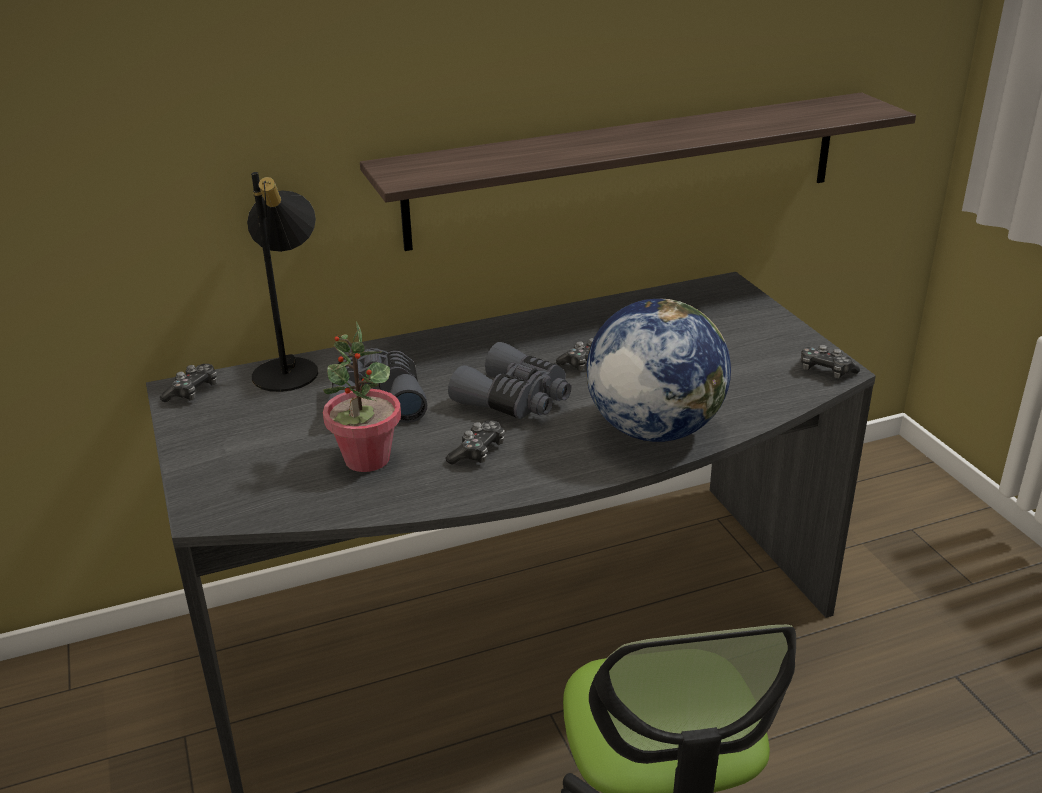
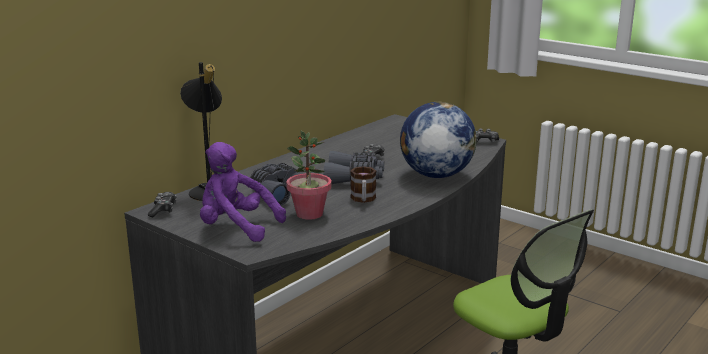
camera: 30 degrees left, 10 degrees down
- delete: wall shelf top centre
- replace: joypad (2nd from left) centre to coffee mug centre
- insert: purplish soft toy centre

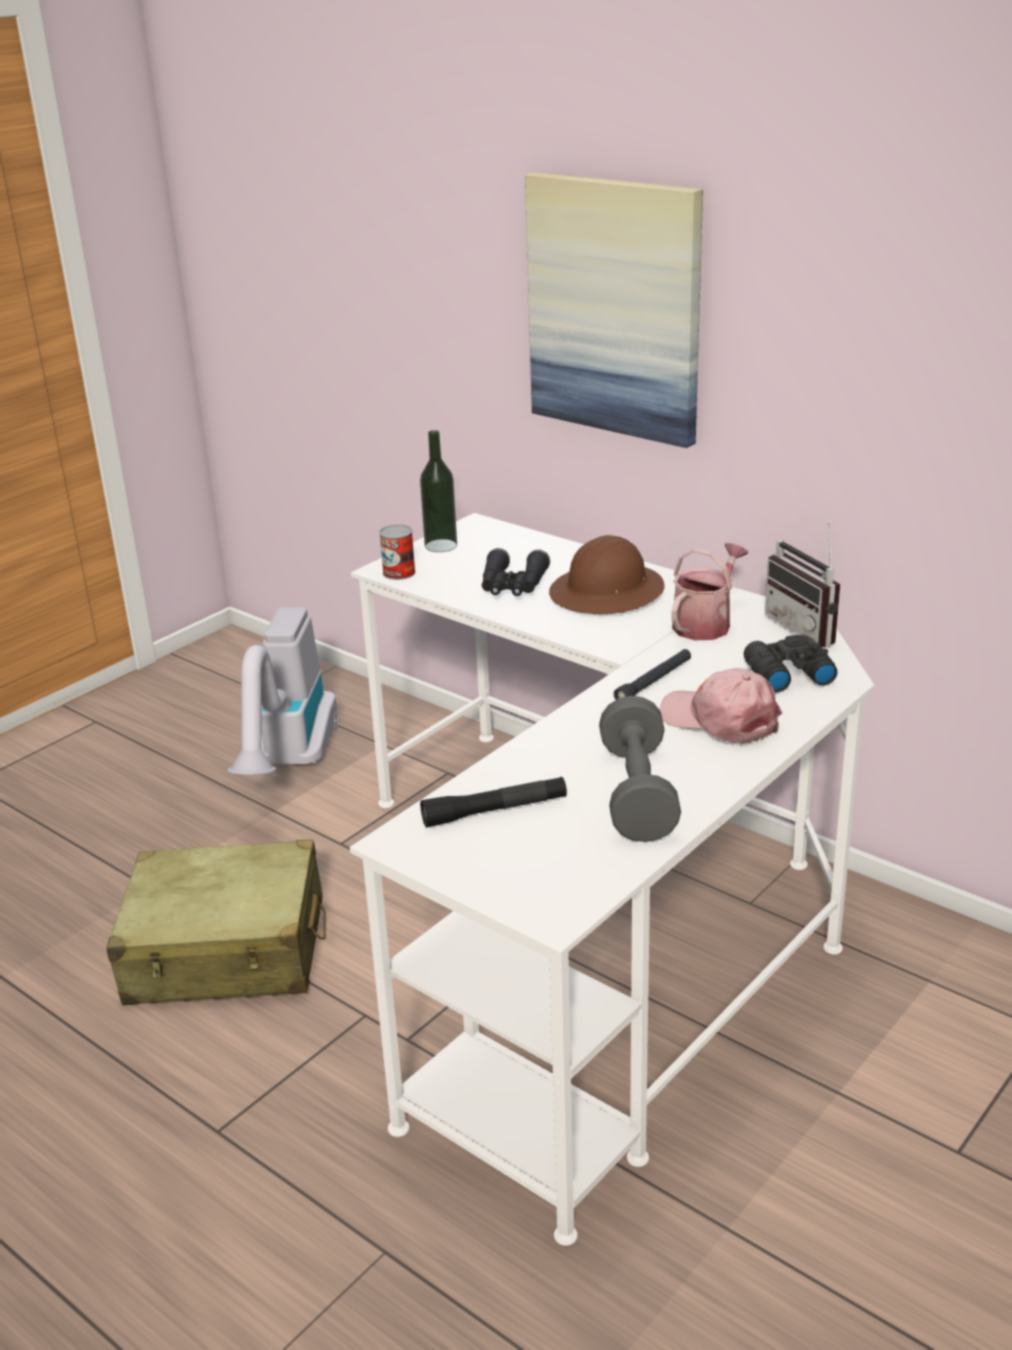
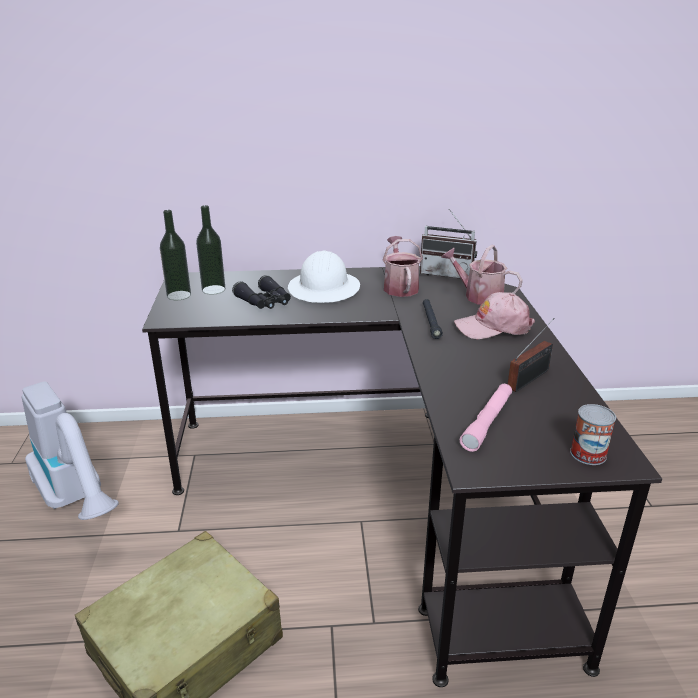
camera: 45 degrees left, 0 degrees up
- delete: wall art top centre
- recolor: whitish desk table centre to black desk table bottom centre
- move: can centre to middle right
- recolor: brown hard hat centre to whitish hard hat centre
- replace: black field glasses (2nd from left) middle right to watering can (2nd from left) middle right
- replace: greyish free weight centre to radio (2nd from left) middle right
- recolor: black torch (1st from left) centre to pinkish torch middle right
- insert: beverage bottle (2nd from left) middle left

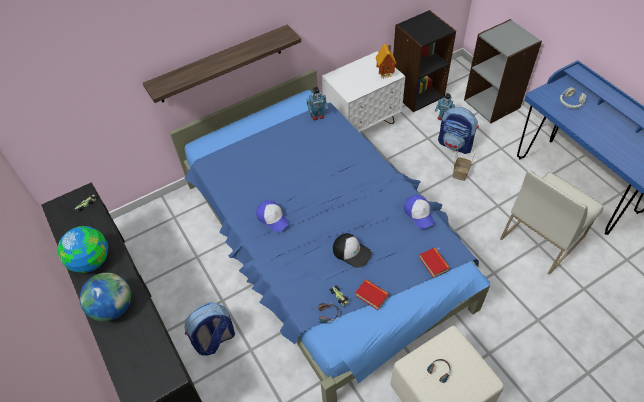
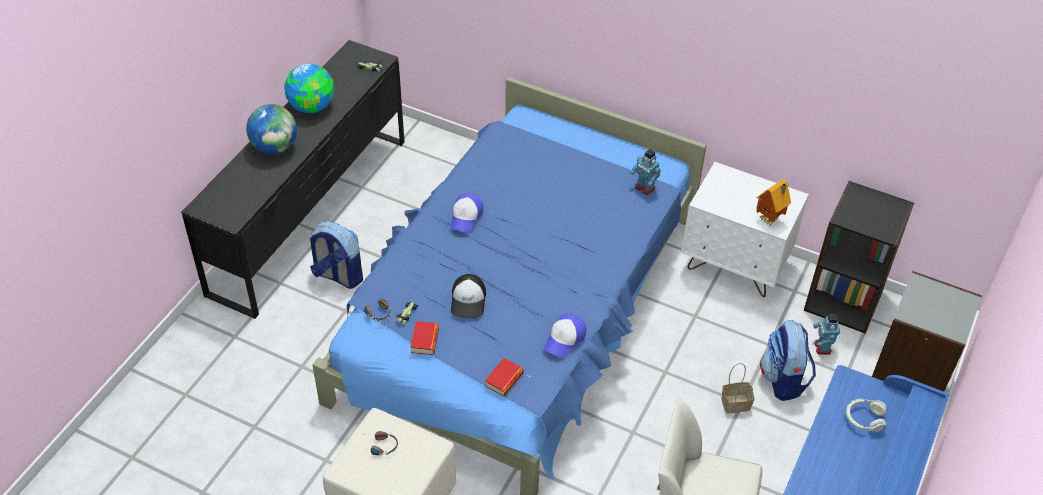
camera: 55 degrees right, 5 degrees down
- delete: wall shelf top centre

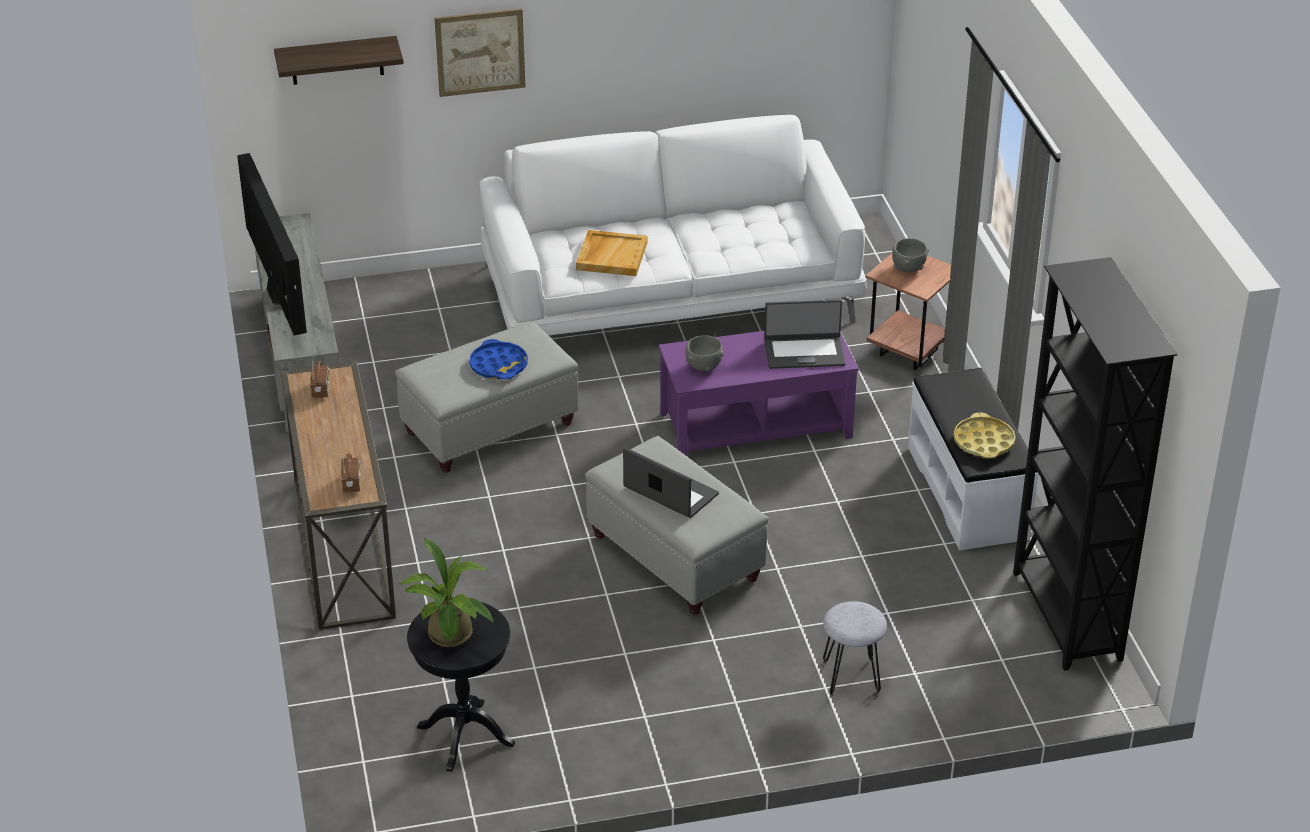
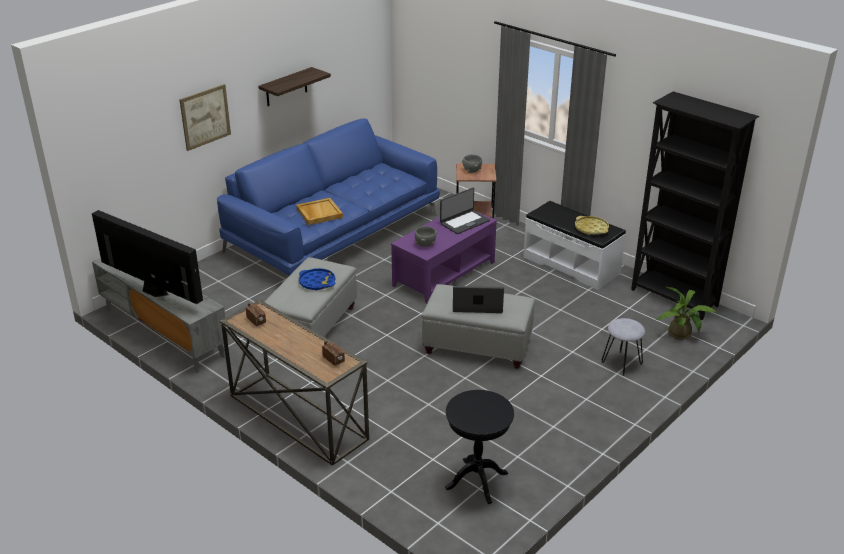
camera: 35 degrees left, 5 degrees down
- move: wall shelf top left to top centre
- recolor: whitish couch top centre to blue-coloured couch centre
- move: potted plant bottom centre to middle right

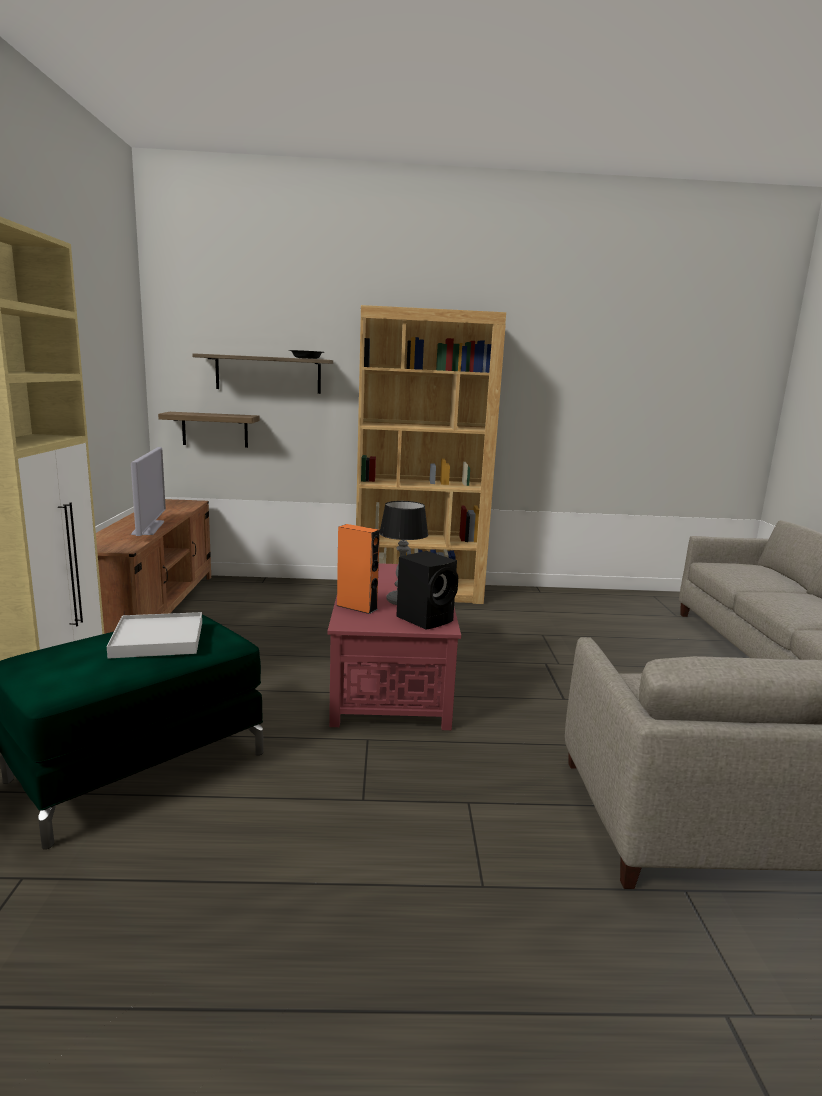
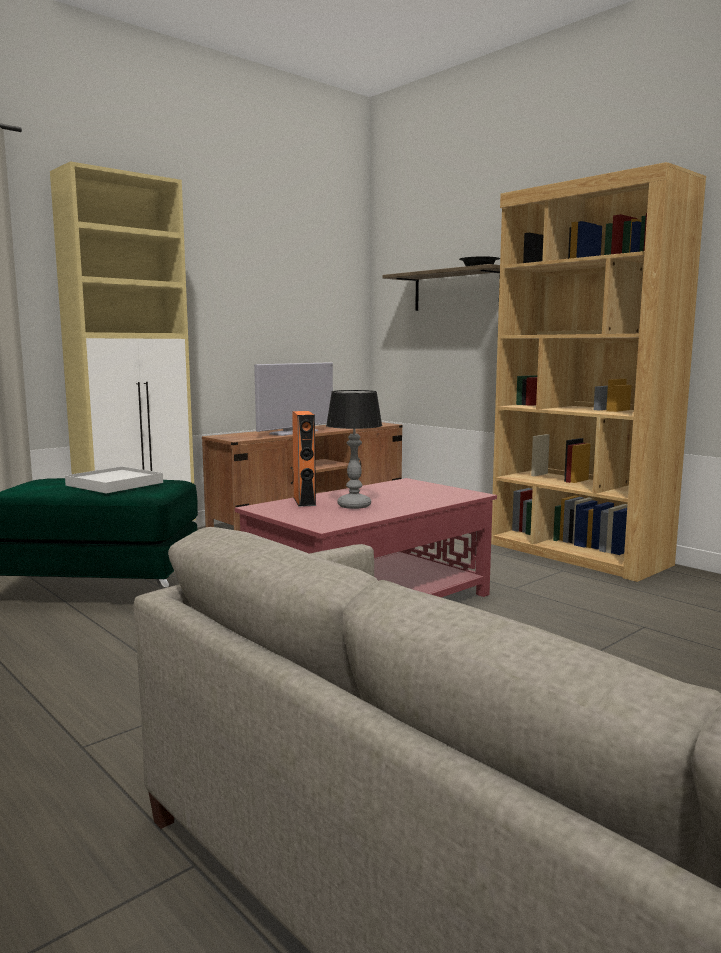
camera: 50 degrees right, 5 degrees down
- delete: wall shelf (1st from left) middle left
- delete: black speaker centre

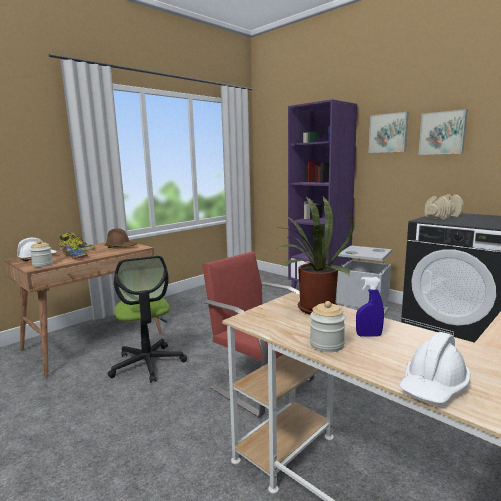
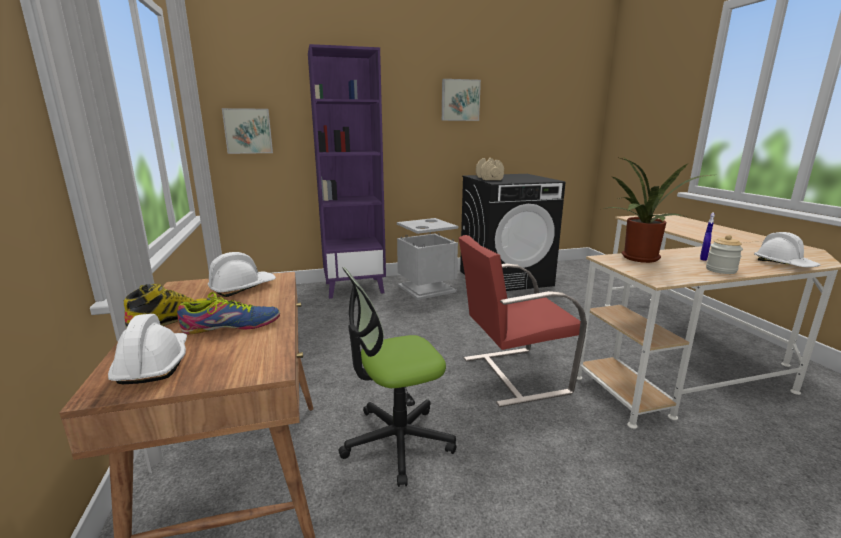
camera: 60 degrees left, 5 degrees up
- move: wall art (1st from left) top right to top left
- recolor: brown hard hat middle left to whitish hard hat (2nd from left) middle left
- delete: preserve jar (1st from left) middle left
- rotate: office chair middle left = bottom centre 150 degrees clockwise

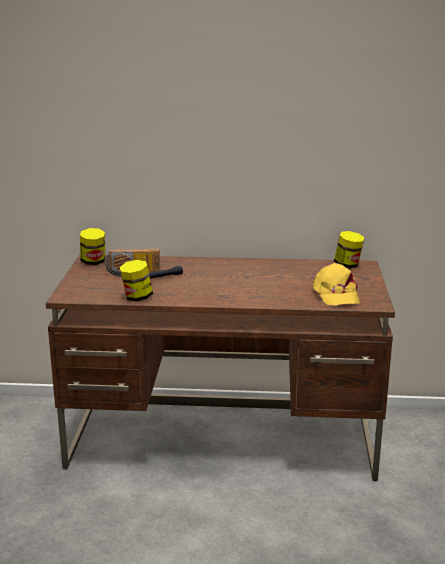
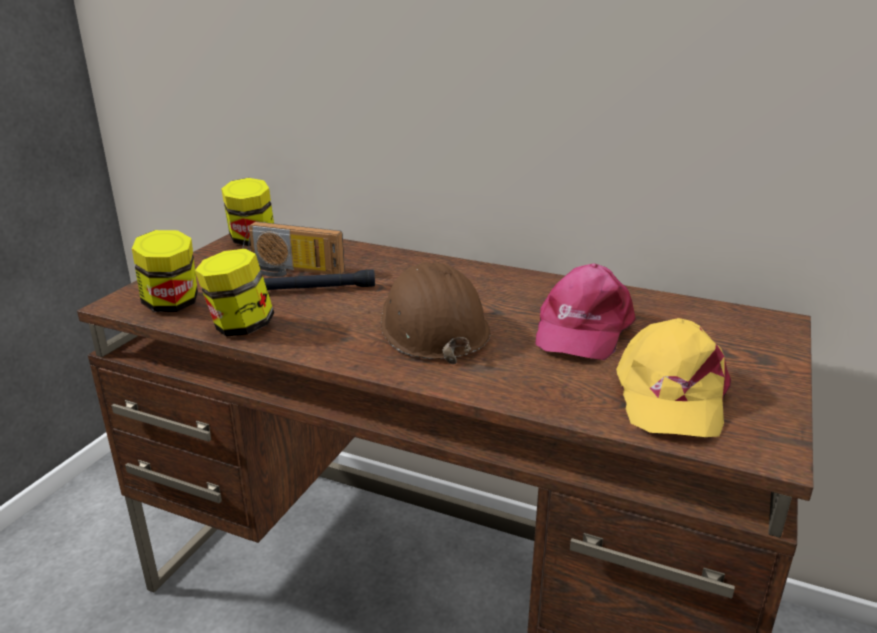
camera: 20 degrees right, 5 degrees up
- move: preserve jar (3rd from left in the first image) middle right to preserve jar (1st from left) middle left
- insert: brown hard hat centre
- insert: pinkish baseball cap middle right

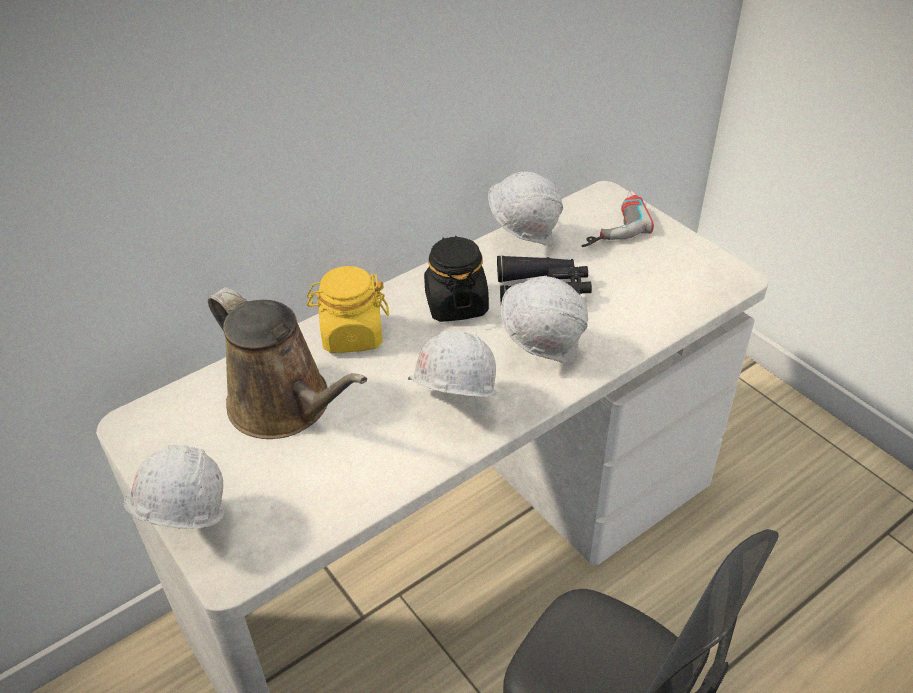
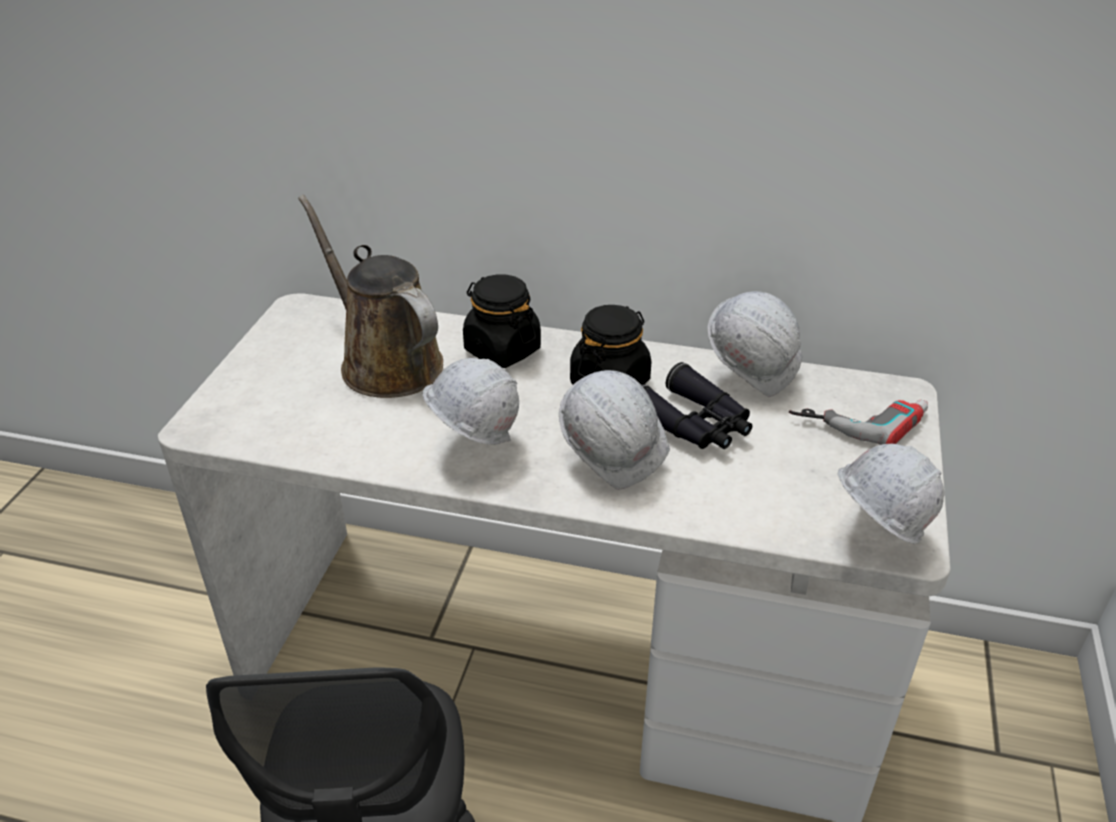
camera: 50 degrees right, 5 degrees down
- recolor: yellow-coloured preserve jar centre to black preserve jar (1st from left) centre
- rotate: brown watering can middle left = middle left 135 degrees clockwise
- move: whitish hard hat (1st from left in the first image) bottom left to whitish hard hat (4th from left) middle right

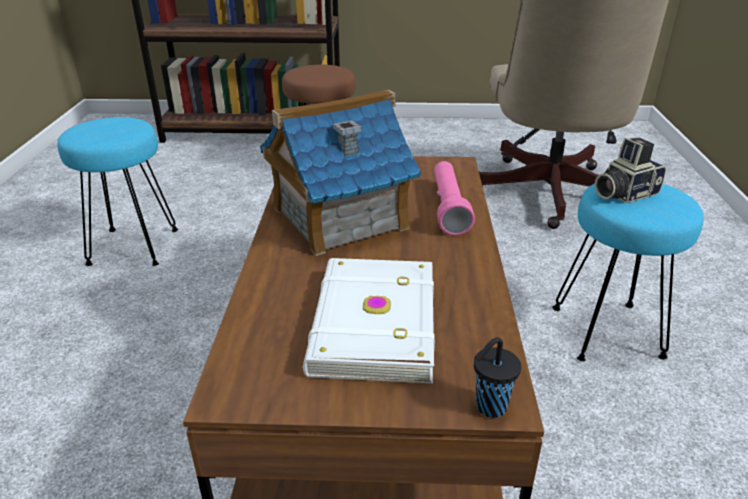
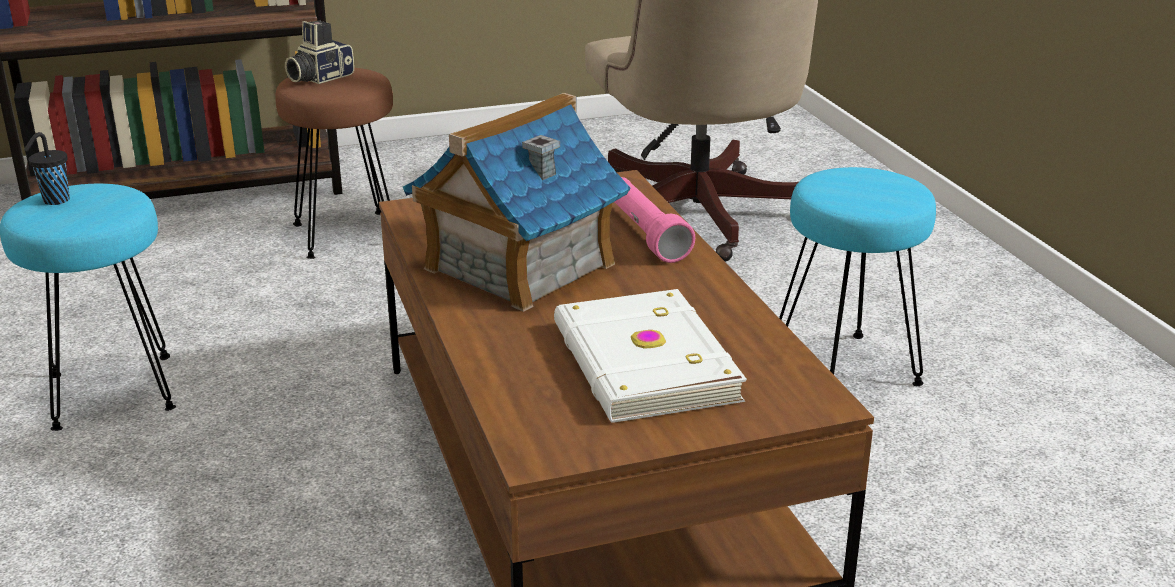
camera: 20 degrees left, 5 degrees down
- move: still camera middle right to top left
- move: black small cup bottom centre to top left

